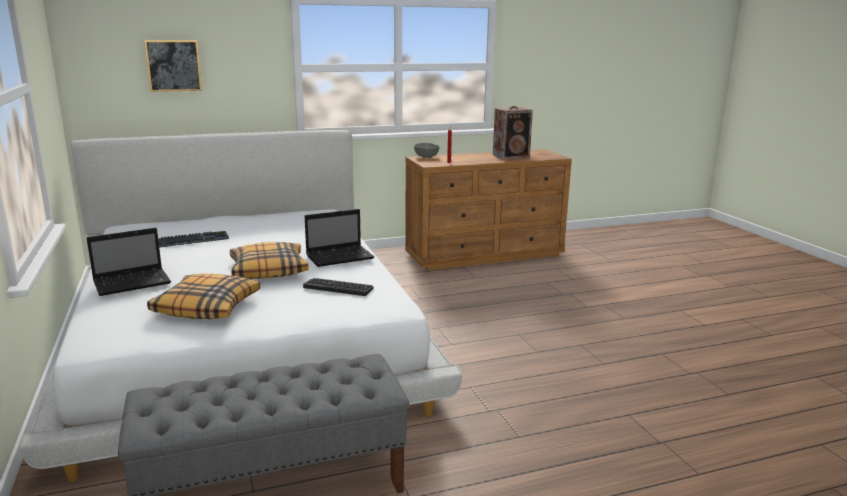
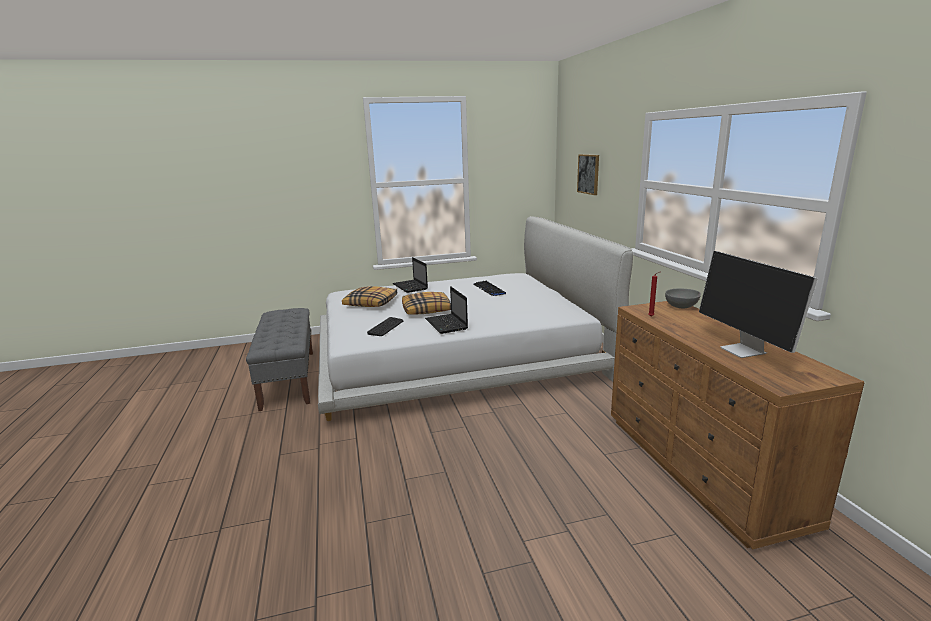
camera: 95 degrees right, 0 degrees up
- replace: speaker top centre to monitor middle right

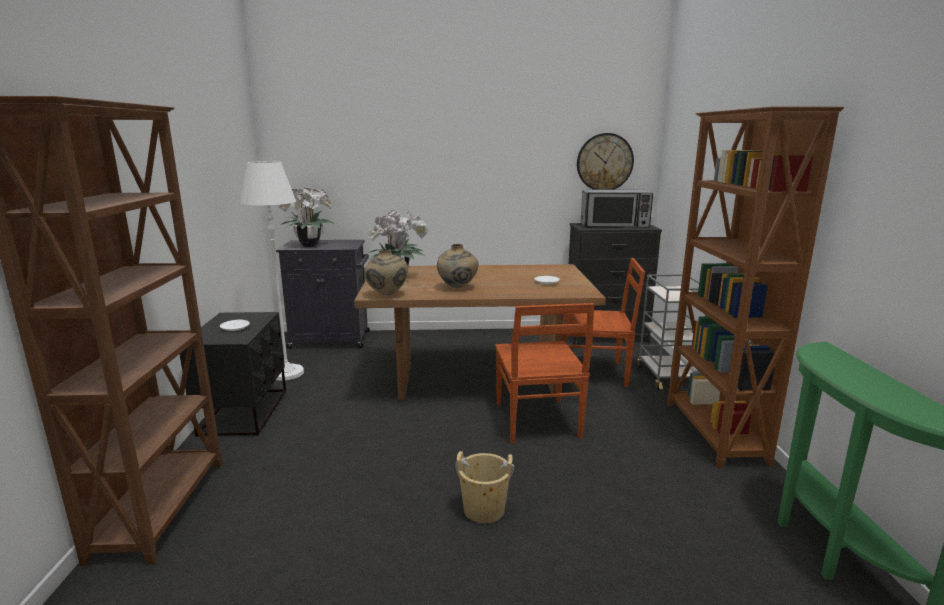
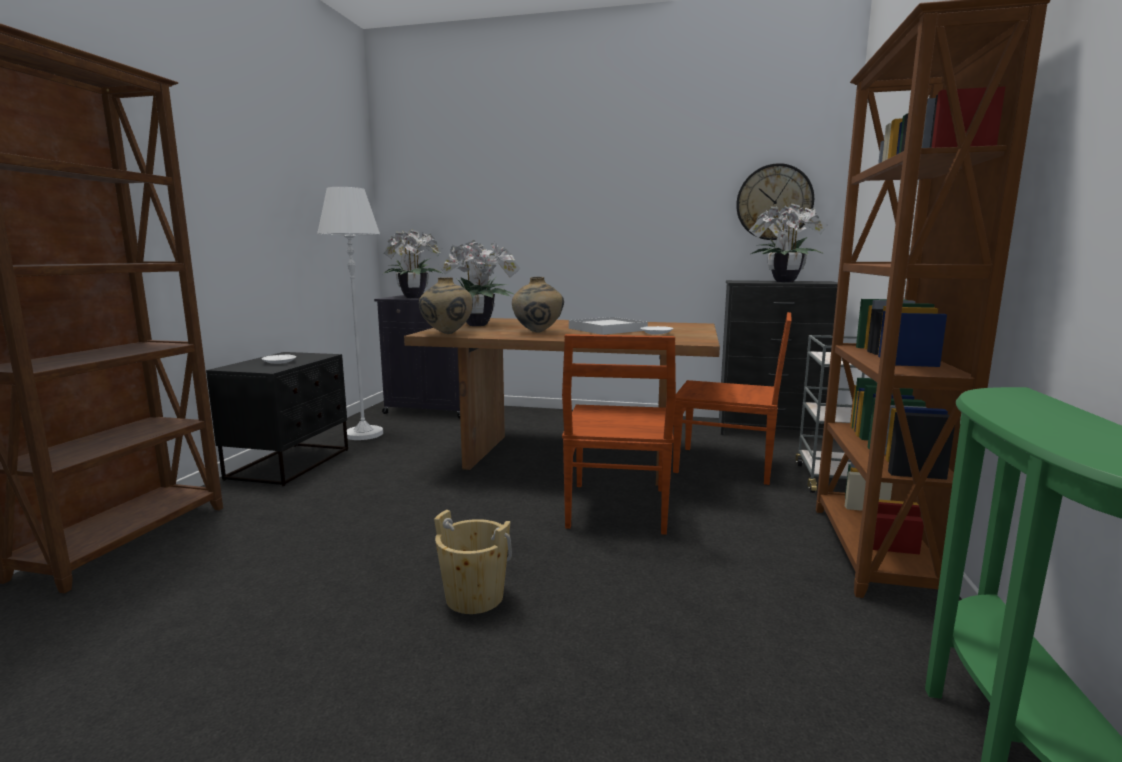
camera: 15 degrees right, 5 degrees down
- replace: microwave oven centre to potted plant (3rd from left) top right
- insert: whitish tray centre

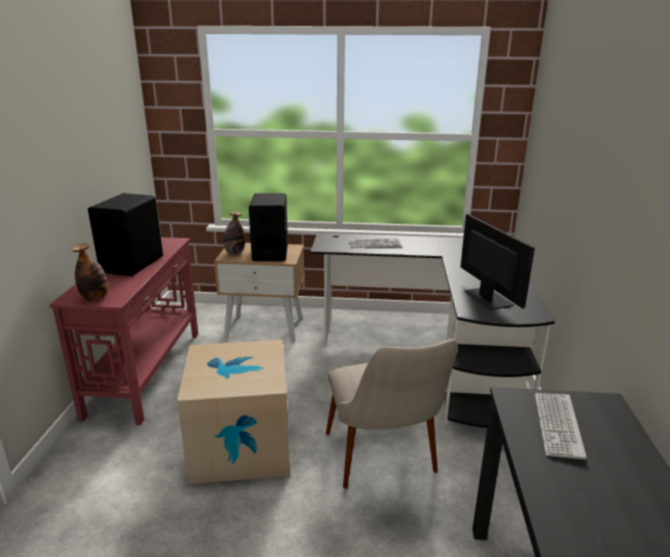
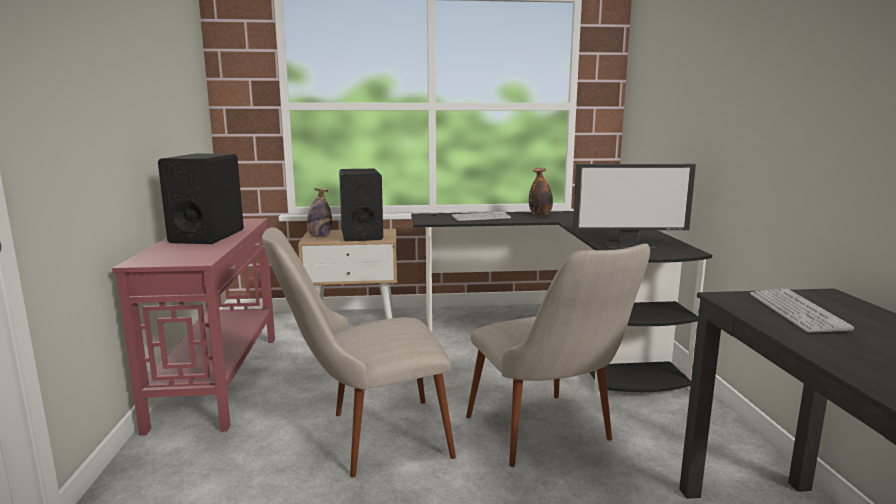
camera: 10 degrees left, 10 degrees down
- rotate: monitor middle right = middle right 120 degrees clockwise
- move: beverage bottle (1st from left in the first image) middle left to beverage bottle (2nd from left) centre
- replace: cardboard box bottom centre to beige-coloured chair (1st from left) bottom centre

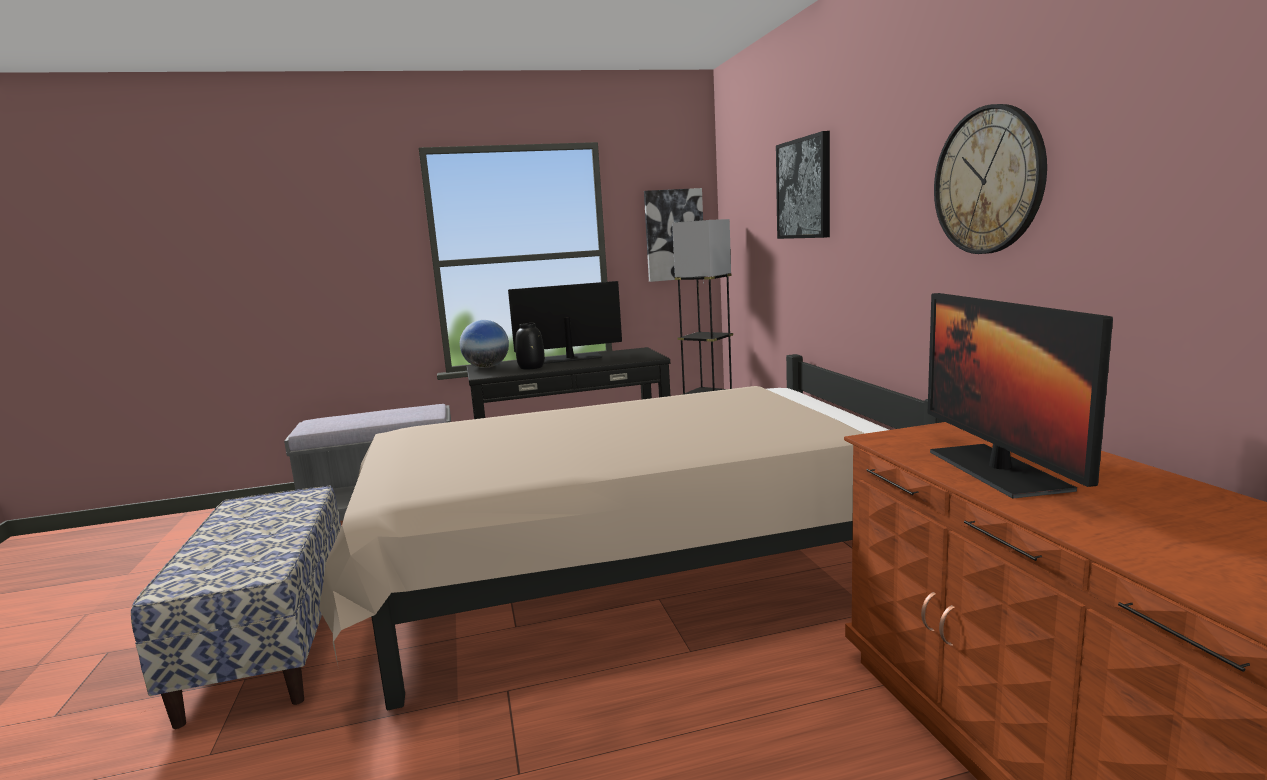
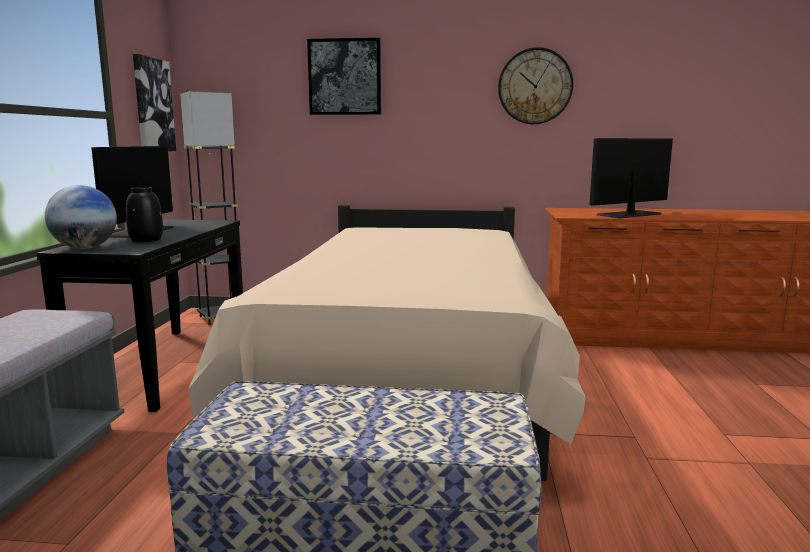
camera: 70 degrees left, 0 degrees up
- rotate: monitor (2nd from left) middle right = top right 135 degrees clockwise

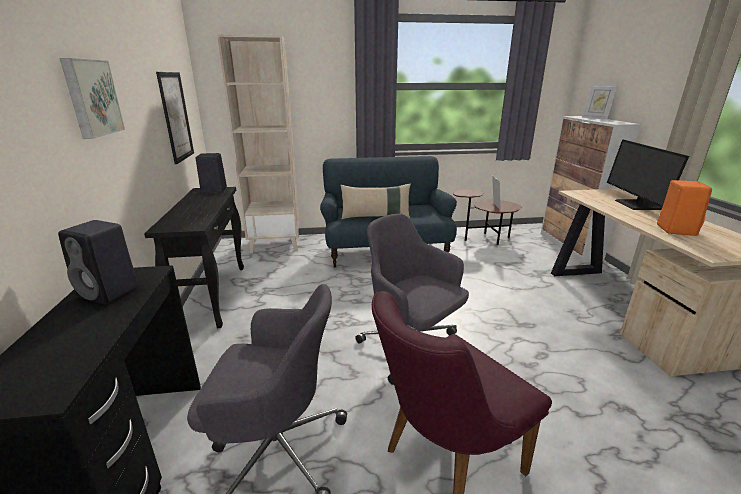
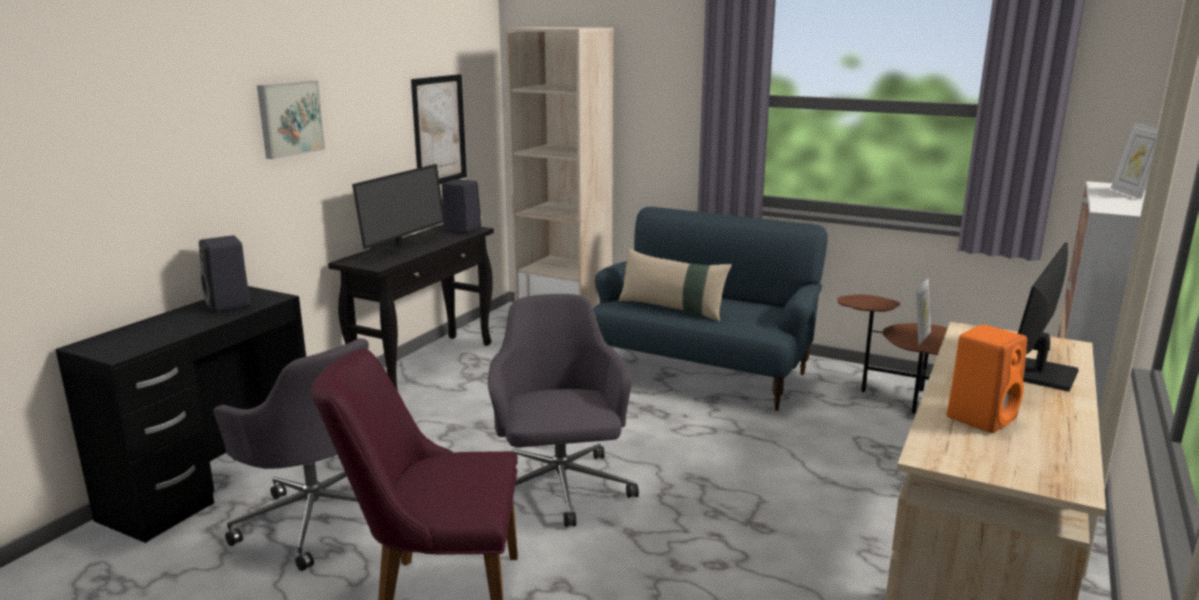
camera: 35 degrees right, 5 degrees down
- insert: monitor (1st from left) middle left

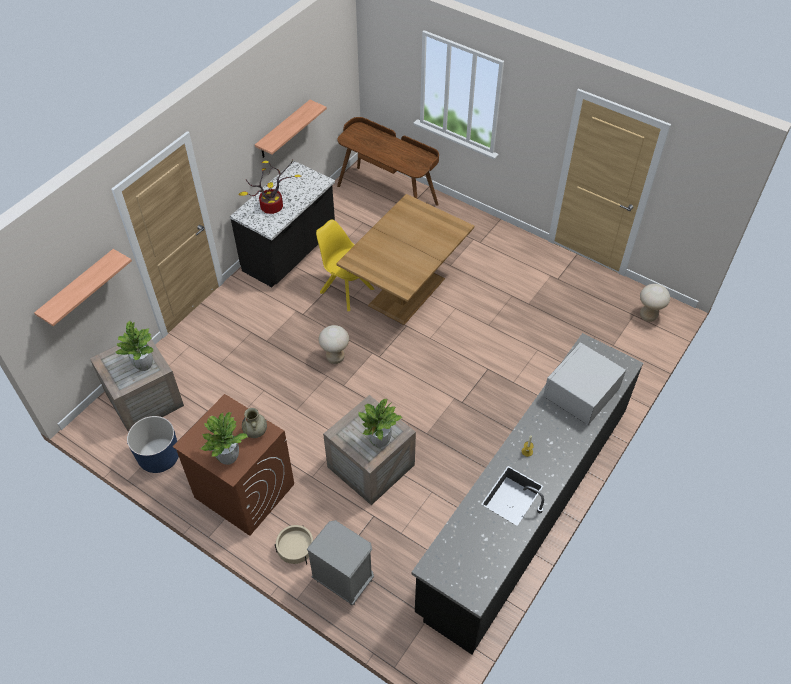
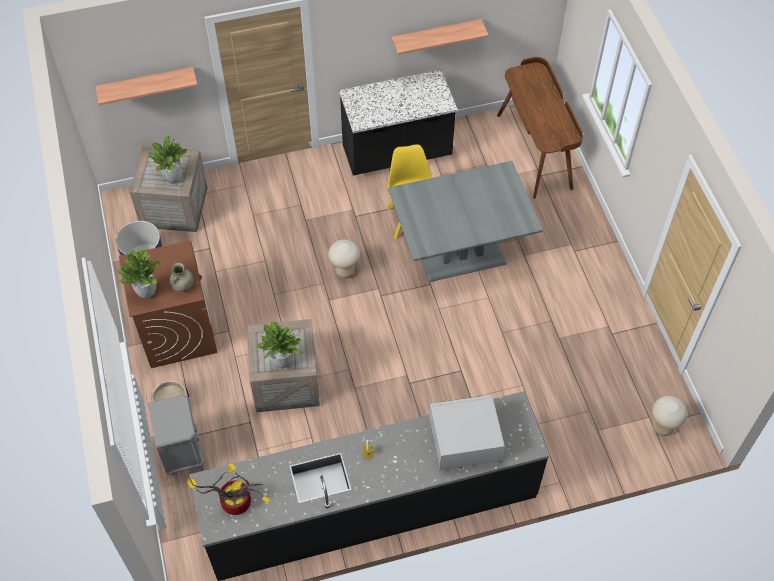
camera: 40 degrees right, 5 degrees up
- move: potted plant (3rd from left) top centre to bottom left
- recolor: brown dining table centre to greyish dining table centre

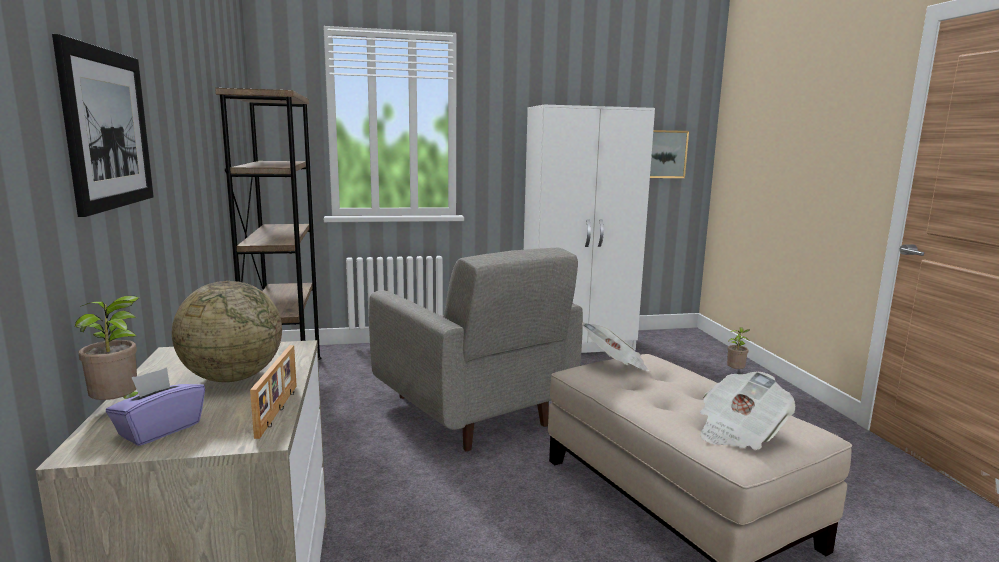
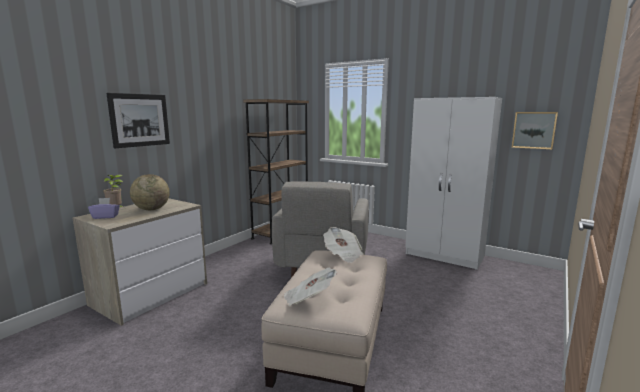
camera: 45 degrees right, 0 degrees up
- delete: potted plant (2nd from left) middle right
- delete: picture frame bottom left

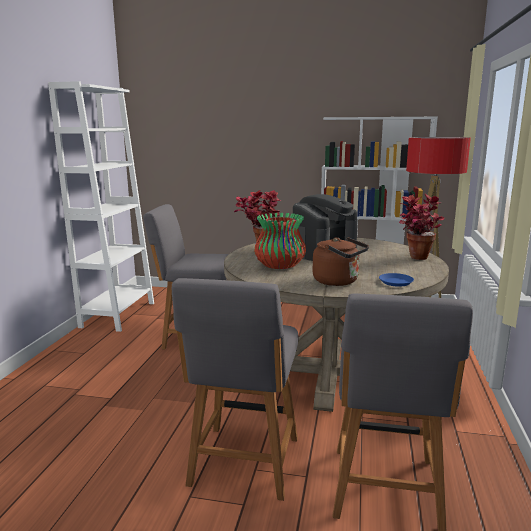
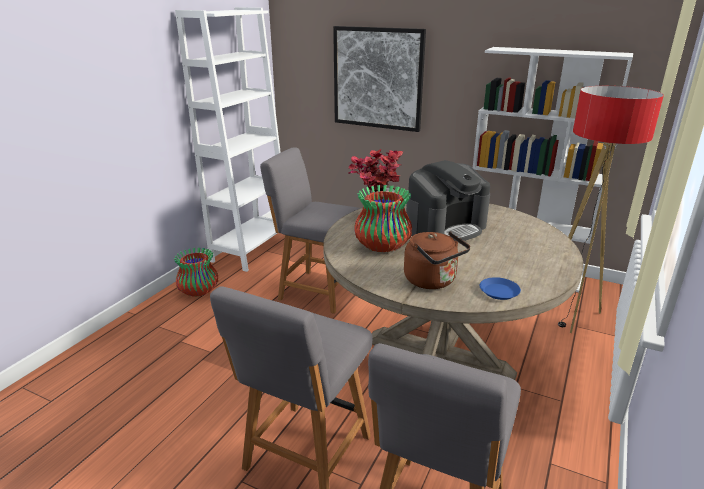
camera: 15 degrees right, 10 degrees up
- delete: potted plant (2nd from left) middle right
- insert: wall art top centre
- insert: vase (1st from left) middle left

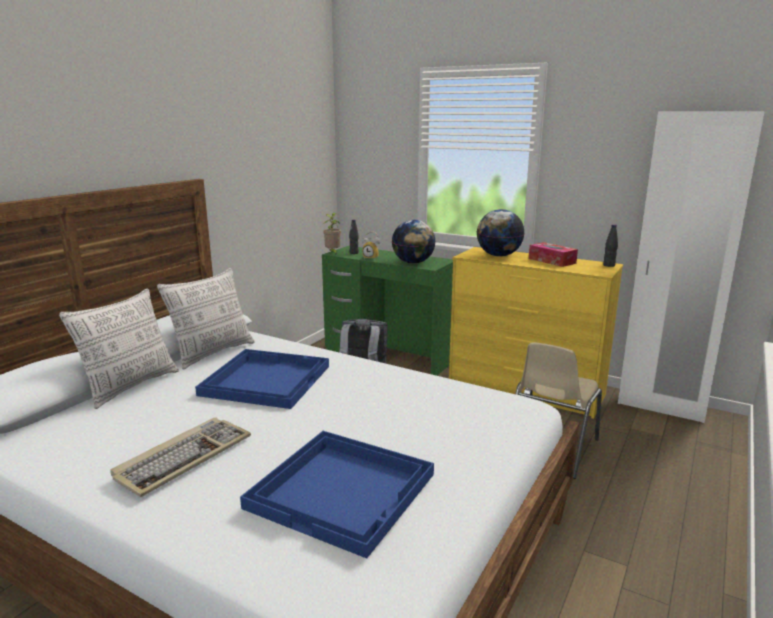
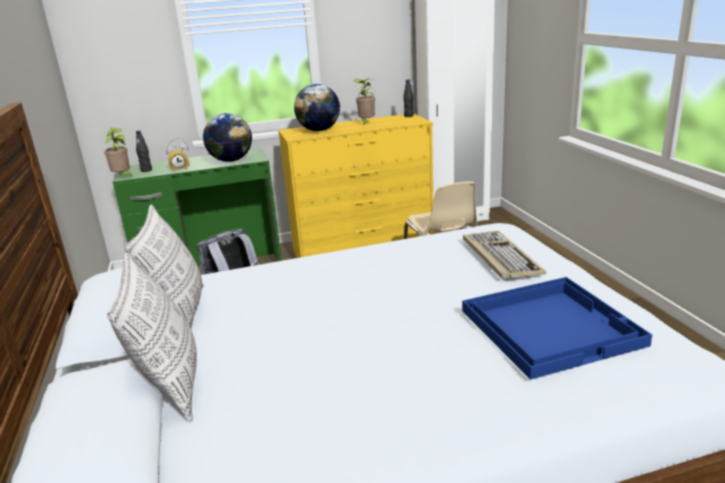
camera: 45 degrees left, 5 degrees up
- replace: tissue holder middle right to potted plant (2nd from left) top centre
- delete: blue-coloured tray (1st from left) centre
- move: computer keyboard bottom left to middle right

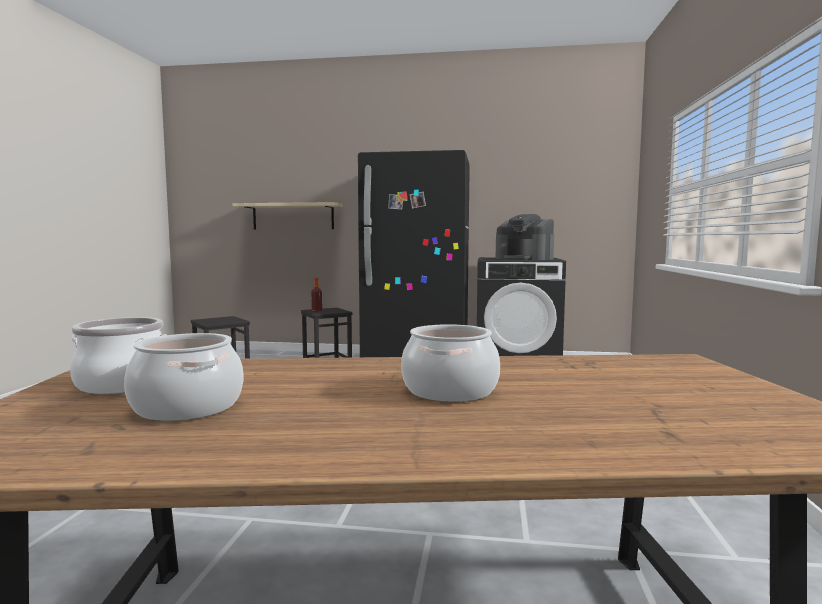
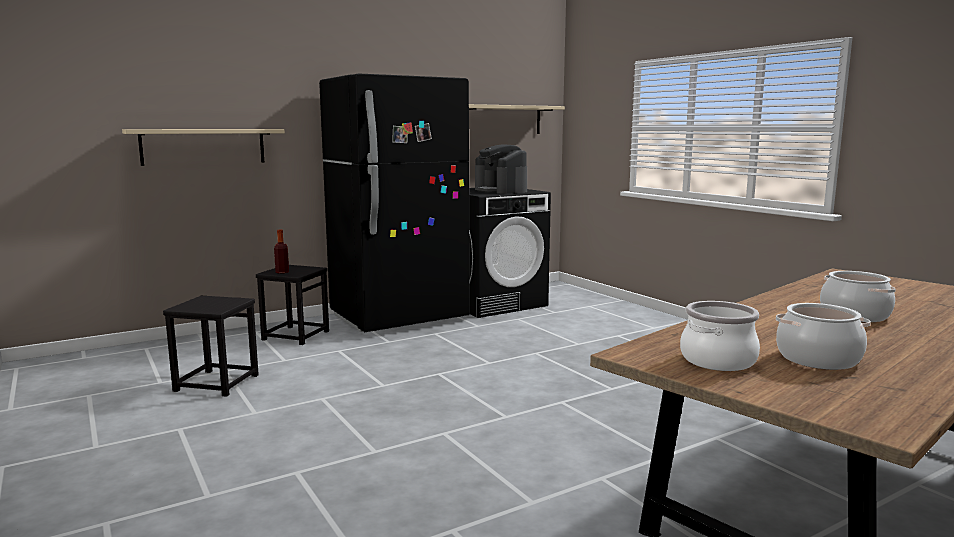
camera: 40 degrees left, 5 degrees up
- rotate: coffee machine centre = top centre 60 degrees clockwise
- insert: beige-coloured wall shelf (2nd from left) top centre

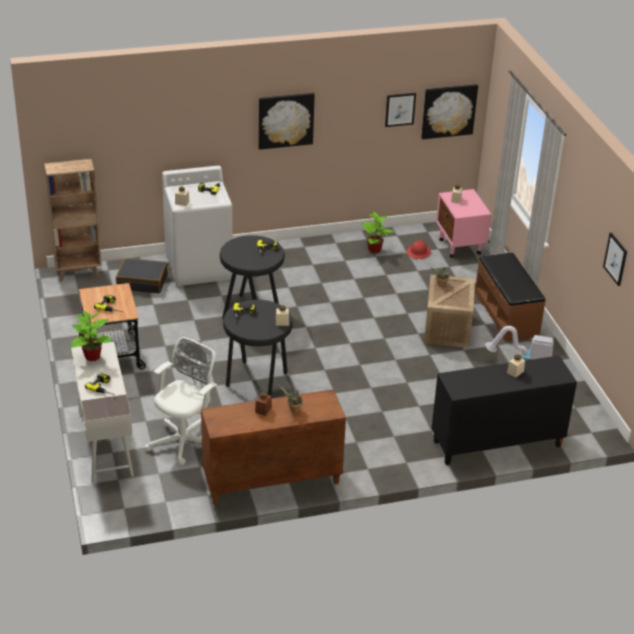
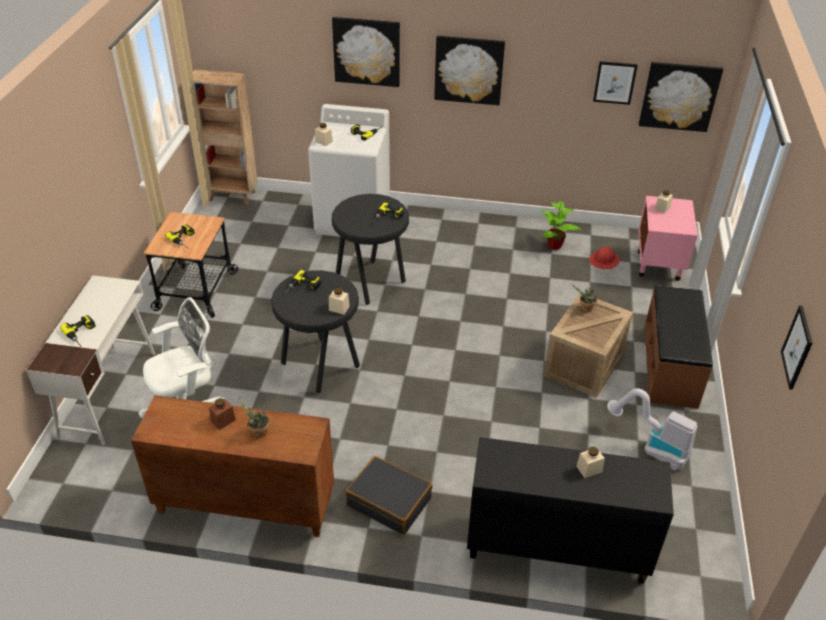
camera: 25 degrees right, 5 degrees up
- move: black suitcase middle left to bottom centre
- delete: potted plant (1st from left) middle left
- insert: wall art (1st from left) top centre

